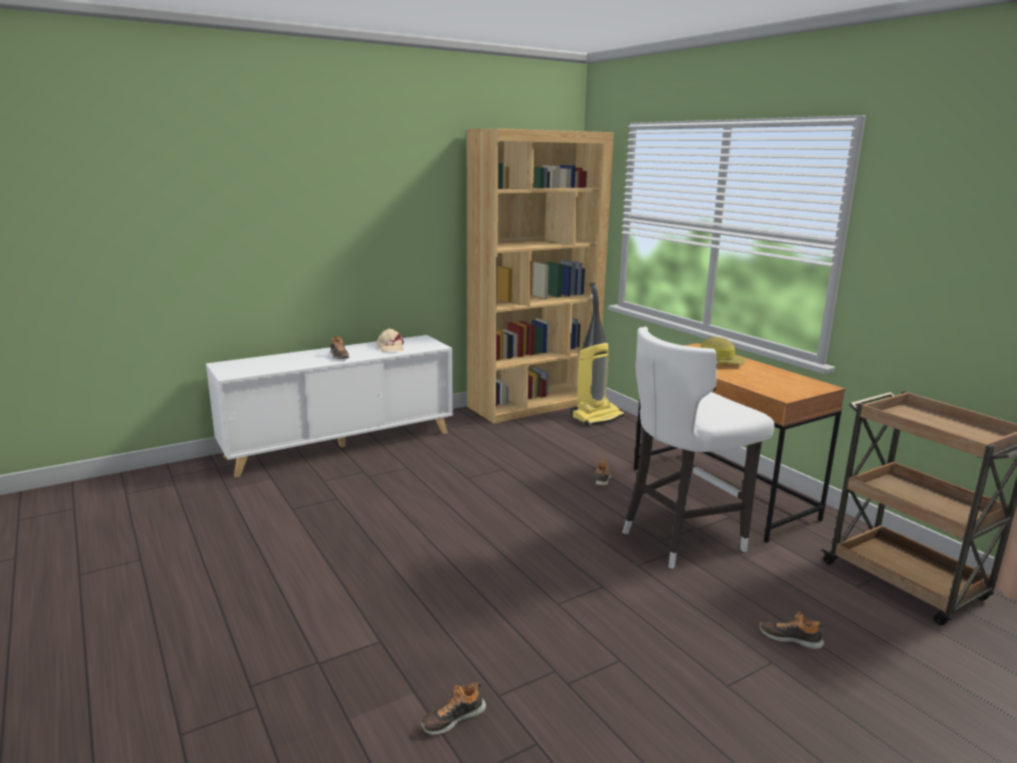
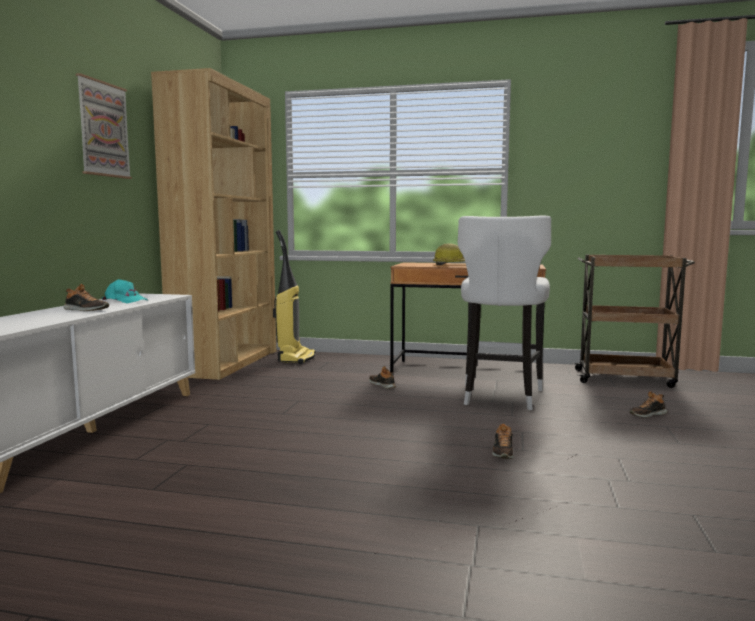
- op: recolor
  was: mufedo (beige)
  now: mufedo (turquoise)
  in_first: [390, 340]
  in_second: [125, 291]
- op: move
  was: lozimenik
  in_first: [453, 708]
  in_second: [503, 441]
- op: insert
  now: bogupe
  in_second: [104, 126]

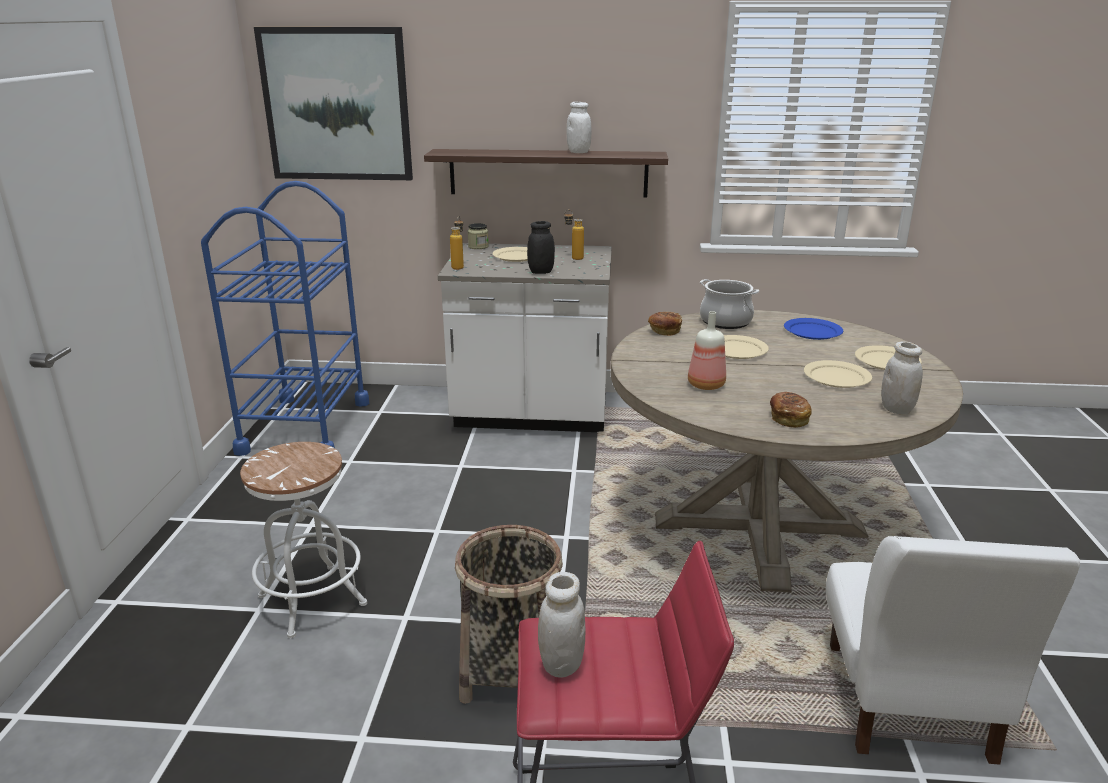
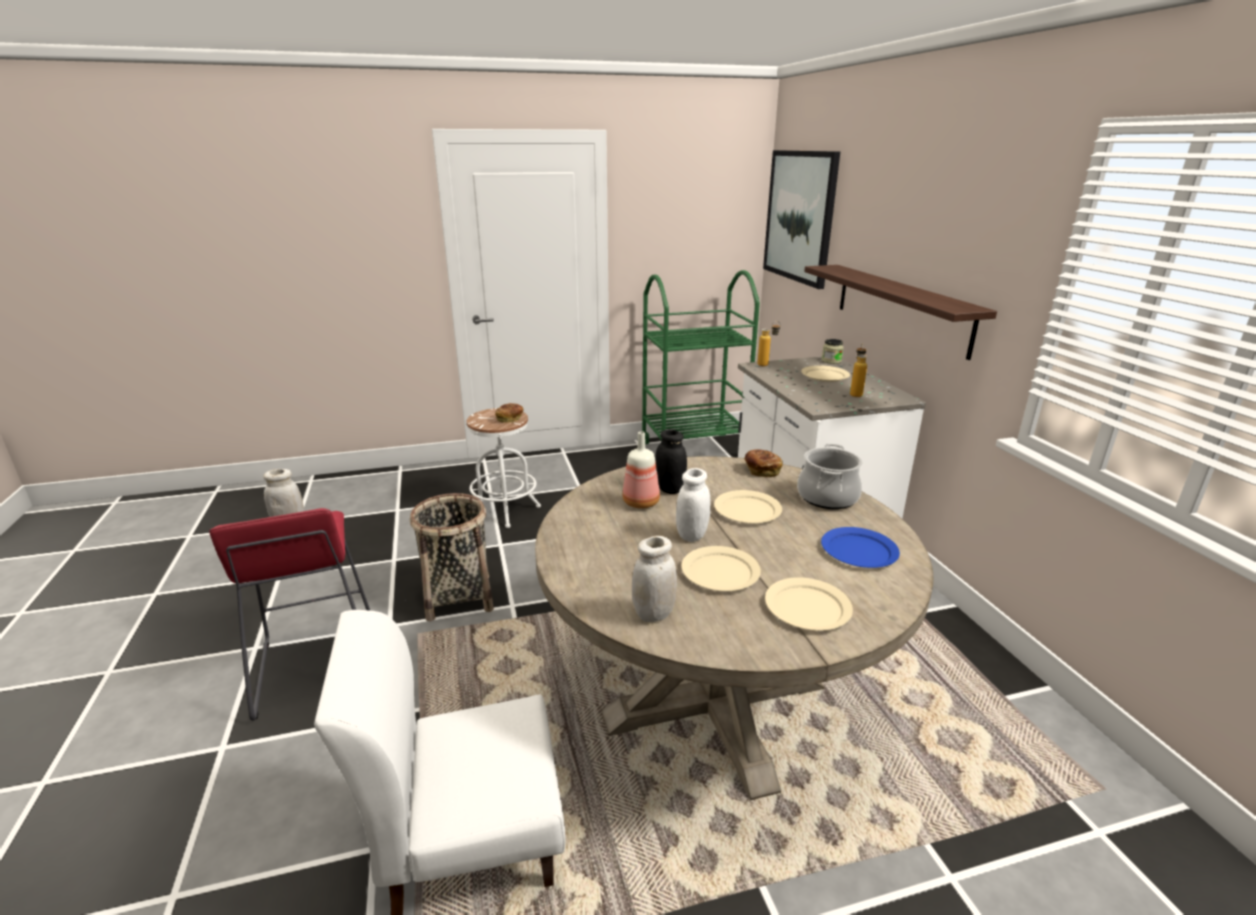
- op: move
  was: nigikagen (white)
  in_first: [579, 127]
  in_second: [693, 505]
- op: recolor
  was: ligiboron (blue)
  now: ligiboron (green)
  in_first: [285, 318]
  in_second: [701, 357]
- op: move
  was: nigikagen (black)
  in_first: [541, 247]
  in_second: [671, 461]
- op: move
  was: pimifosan
  in_first: [790, 410]
  in_second: [509, 413]

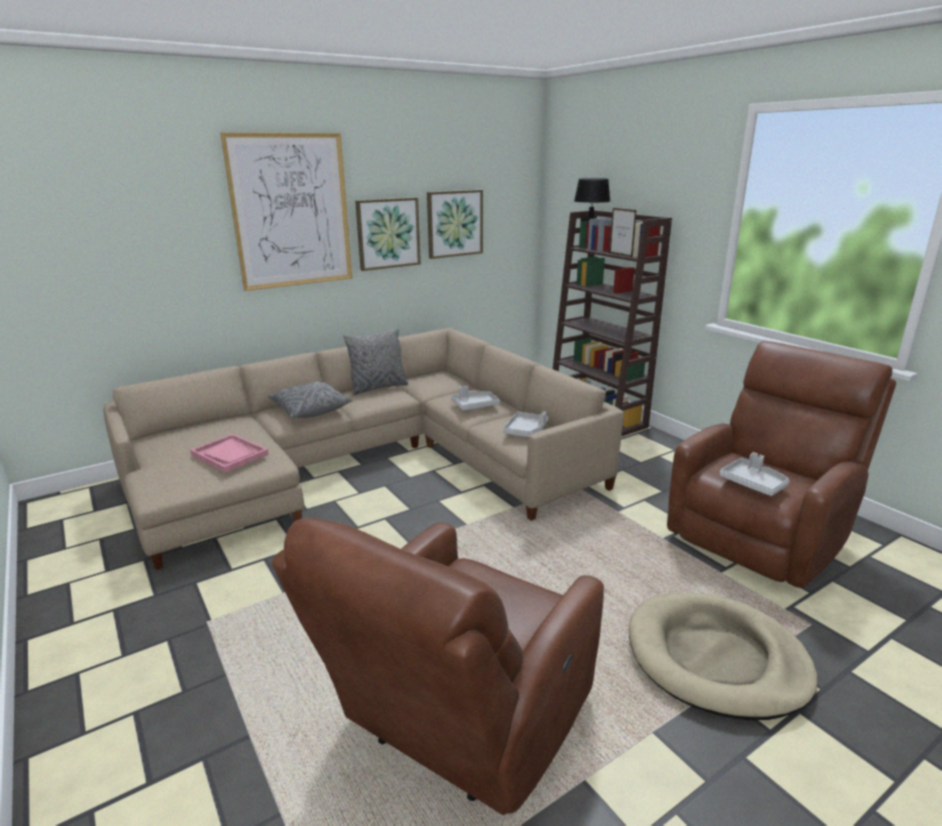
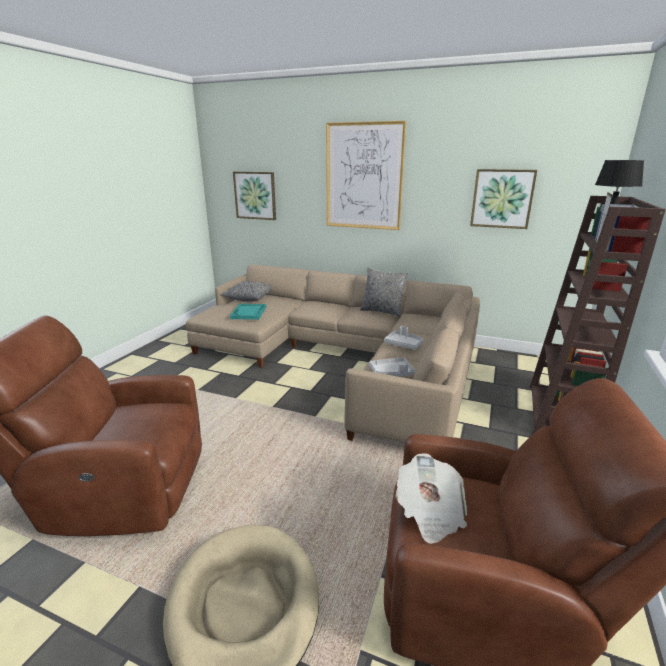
- op: move
  was: bogupe
  in_first: [388, 234]
  in_second: [254, 196]
- op: move
  was: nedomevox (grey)
  in_first: [309, 399]
  in_second: [246, 291]
- op: recolor
  was: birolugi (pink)
  now: birolugi (turquoise)
  in_first: [229, 453]
  in_second: [248, 312]
- op: replace
  was: birolugi (grey)
  now: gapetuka
  in_first: [754, 474]
  in_second: [431, 498]

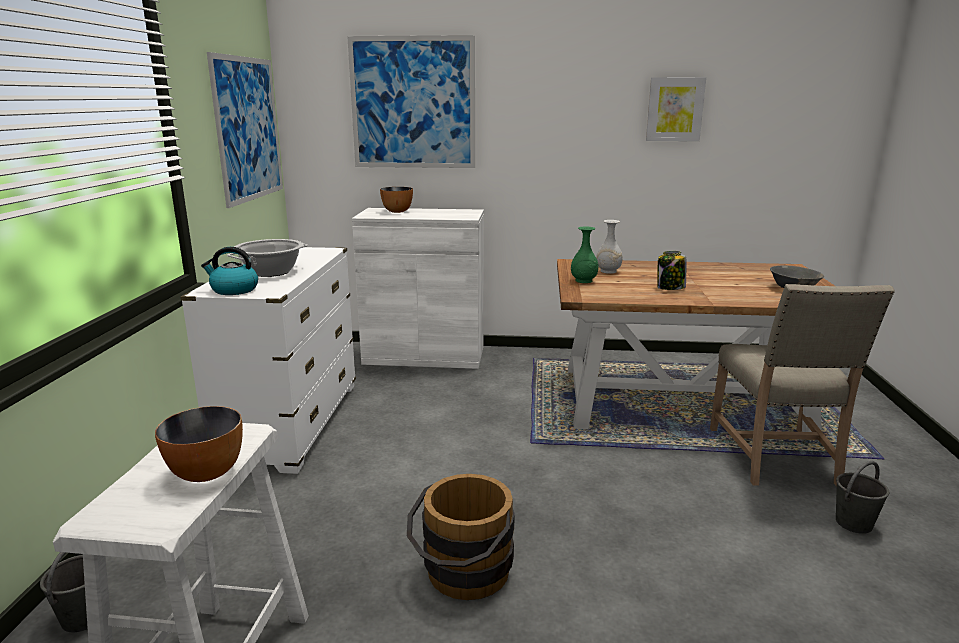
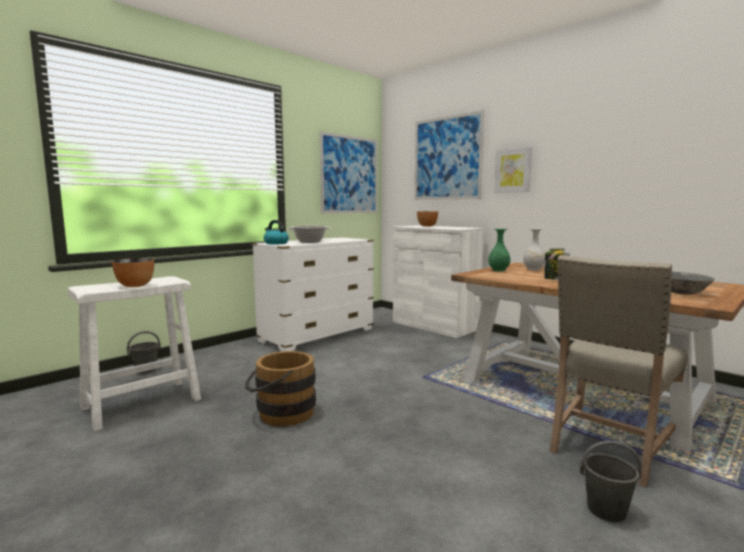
- op: move
  was: bogupe
  in_first: [676, 109]
  in_second: [513, 170]

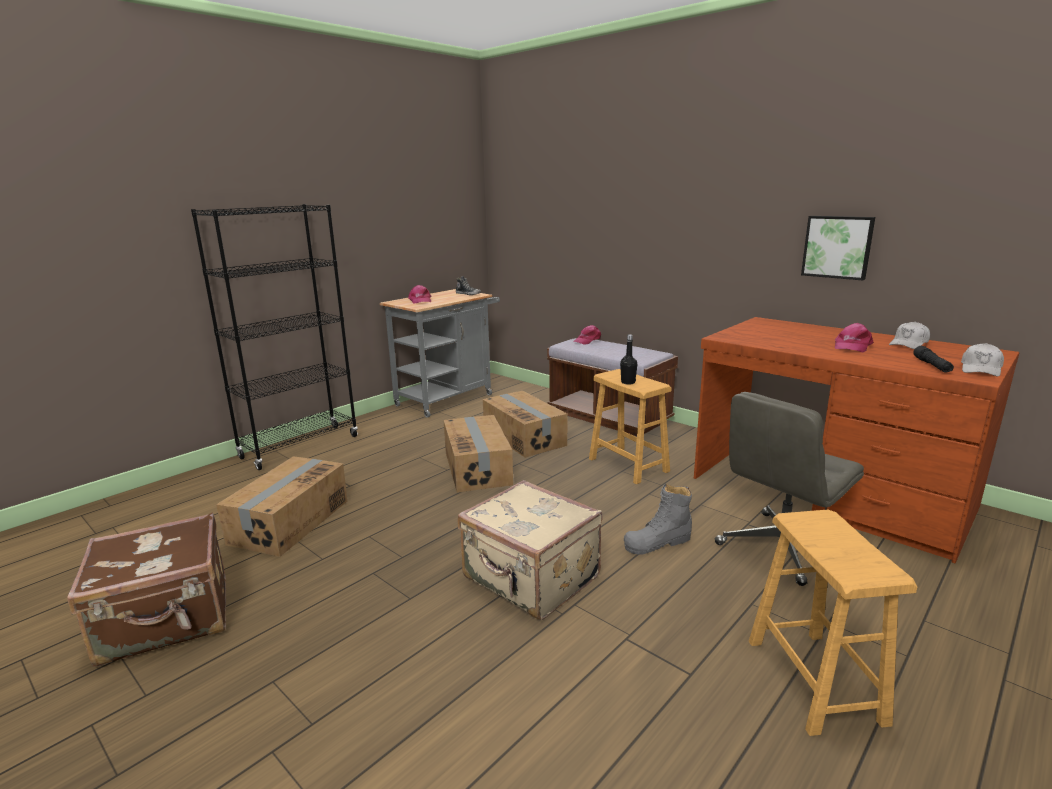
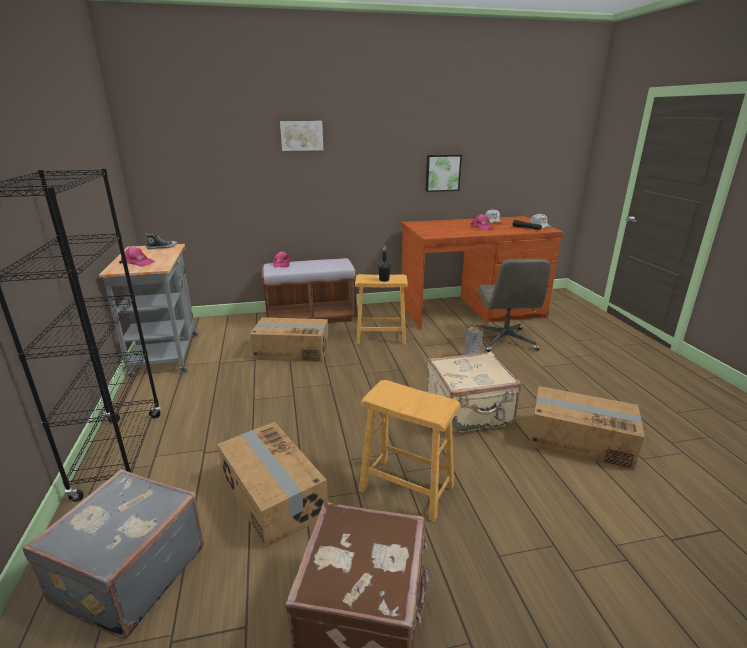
- op: move
  was: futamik
  in_first: [478, 454]
  in_second: [586, 428]
- op: move
  was: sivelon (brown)
  in_first: [833, 623]
  in_second: [410, 451]
- op: insert
  now: bogupe
  in_second: [301, 136]
- op: insert
  now: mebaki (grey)
  in_second: [113, 554]

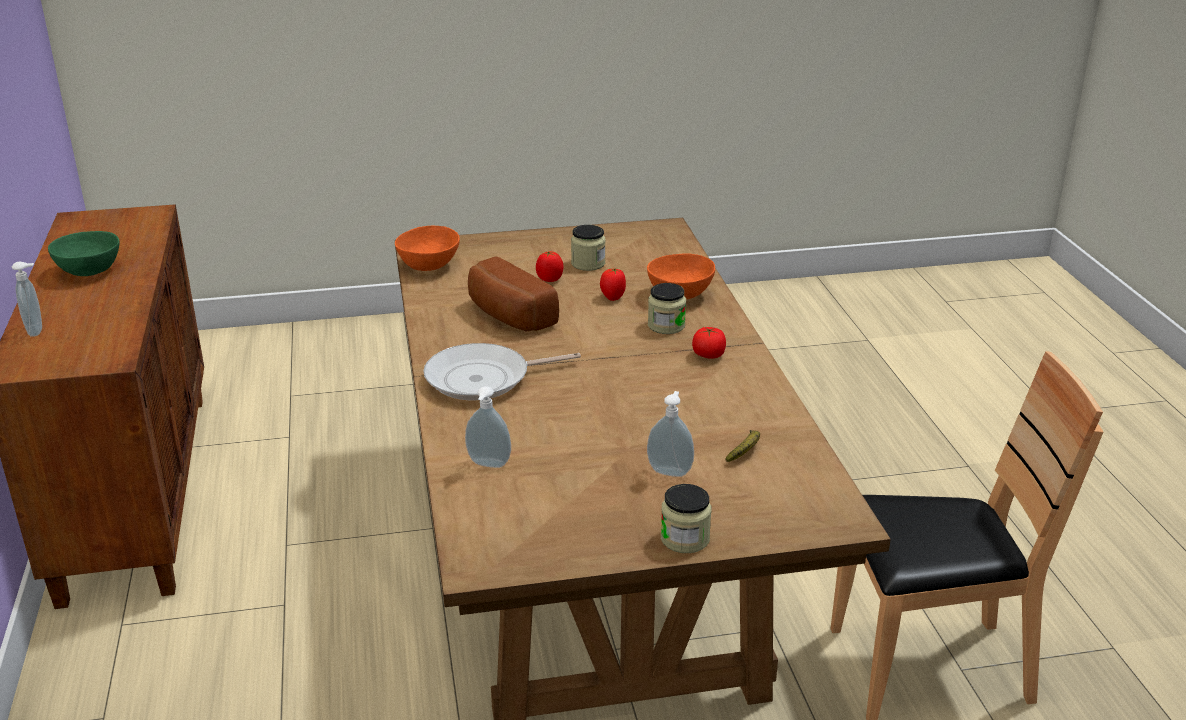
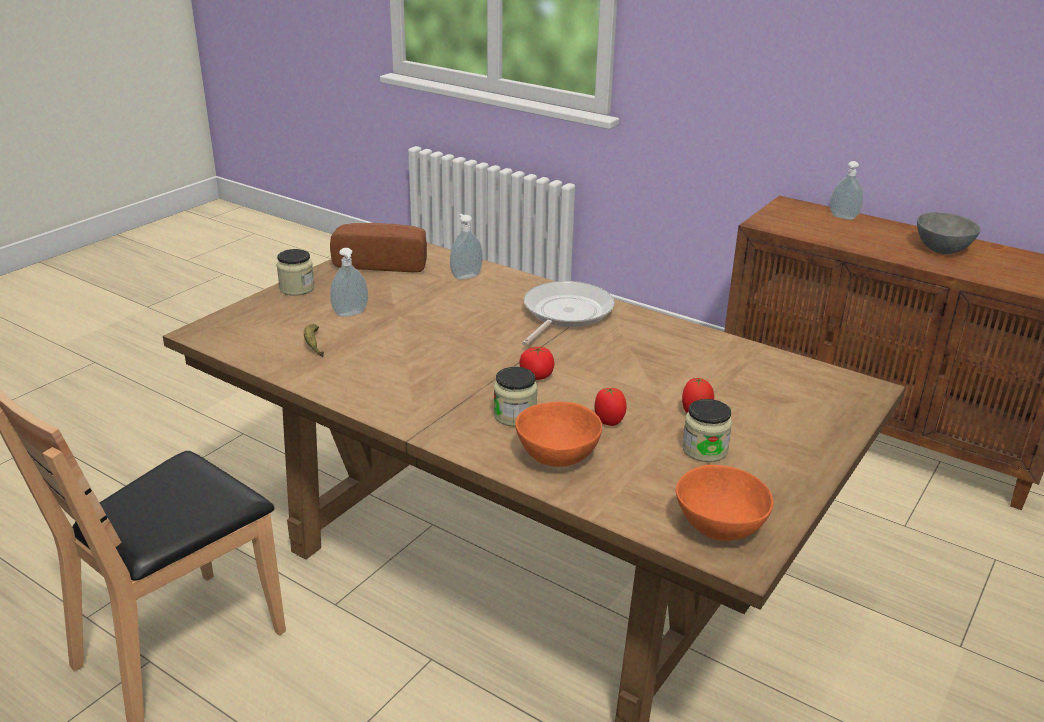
- op: move
  was: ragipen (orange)
  in_first: [427, 248]
  in_second: [725, 503]
- op: recolor
  was: ragipen (green)
  now: ragipen (grey)
  in_first: [84, 253]
  in_second: [949, 233]
- op: move
  was: pimifosan
  in_first: [513, 293]
  in_second: [378, 247]
- op: move
  was: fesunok
  in_first: [709, 343]
  in_second: [537, 363]

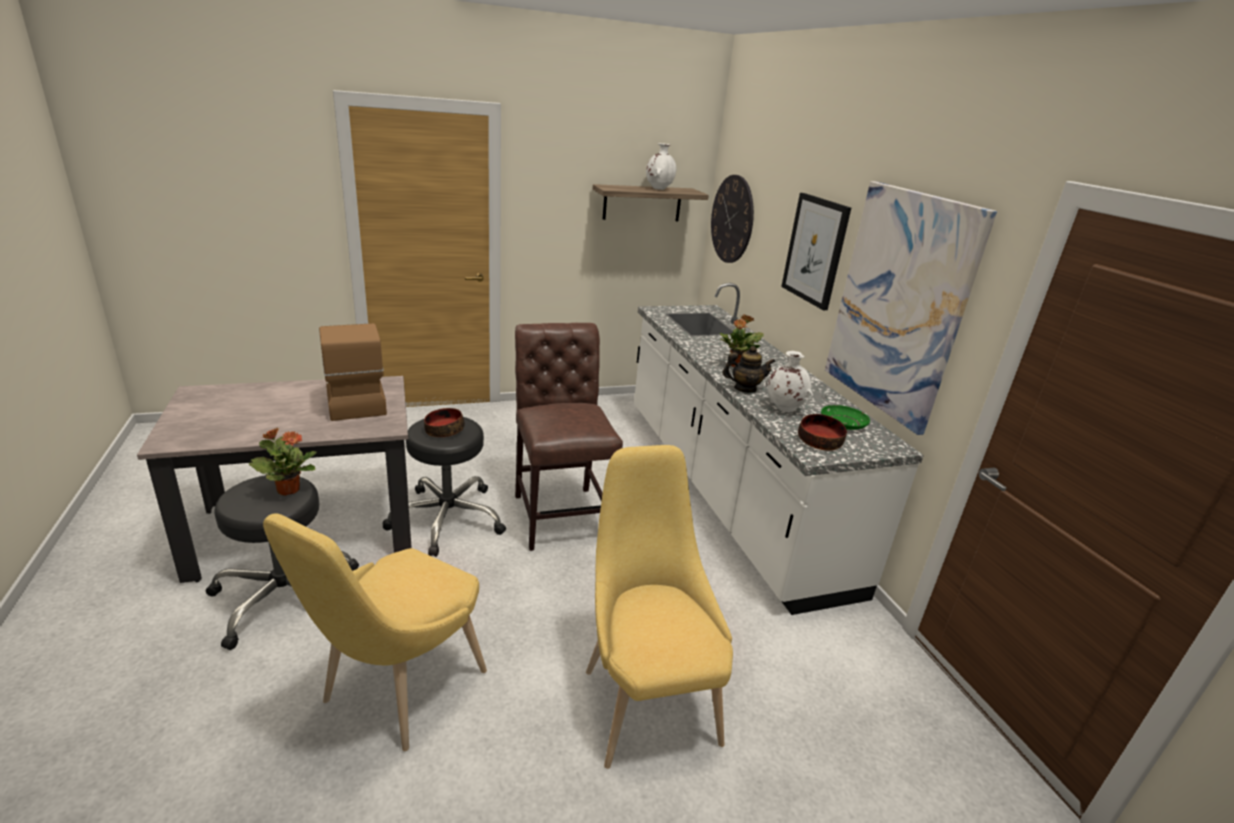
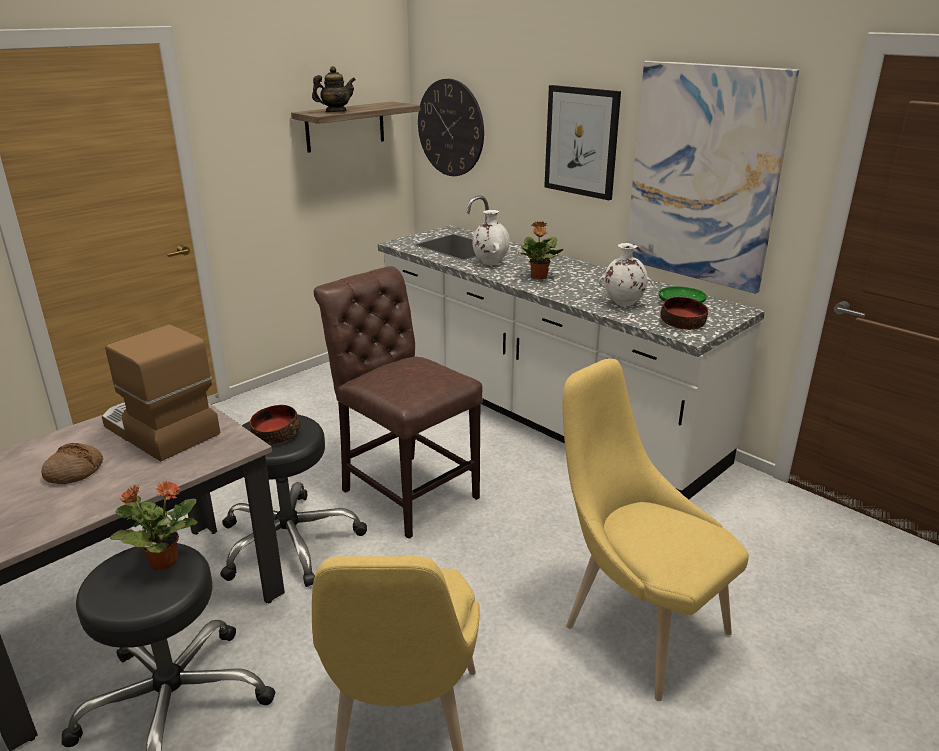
- op: move
  was: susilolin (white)
  in_first: [661, 166]
  in_second: [491, 237]
- op: move
  was: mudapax
  in_first: [749, 369]
  in_second: [334, 89]
- op: insert
  now: pimifosan
  in_second: [72, 463]

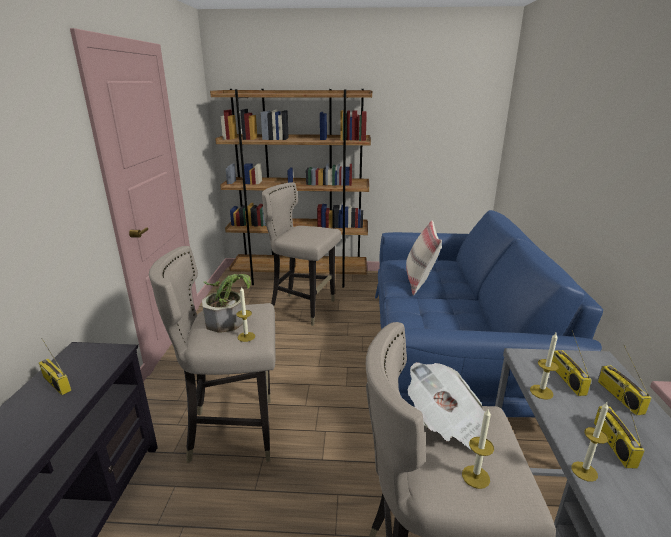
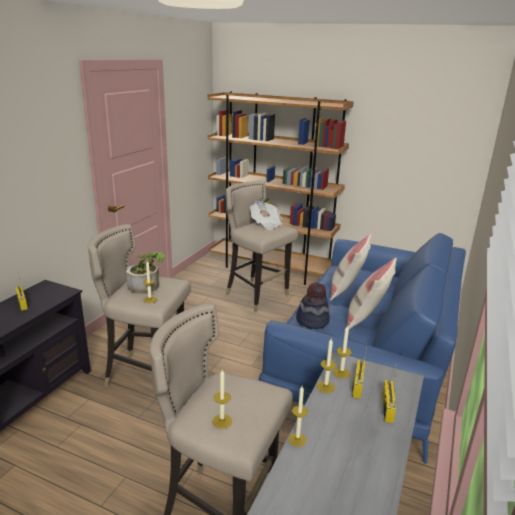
- op: move
  was: gapetuka
  in_first: [446, 407]
  in_second: [266, 215]
- op: delete
  was: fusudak
  in_first: [619, 427]
- op: insert
  now: nedomevox (beige)
  in_second: [371, 293]
- op: insert
  now: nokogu
  in_second: [313, 305]
- op: insert
  now: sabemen
  in_second: [342, 352]

